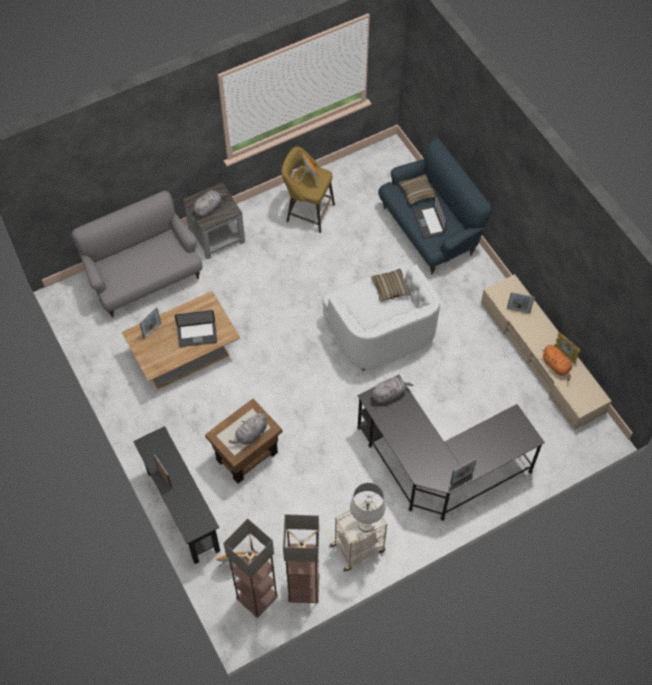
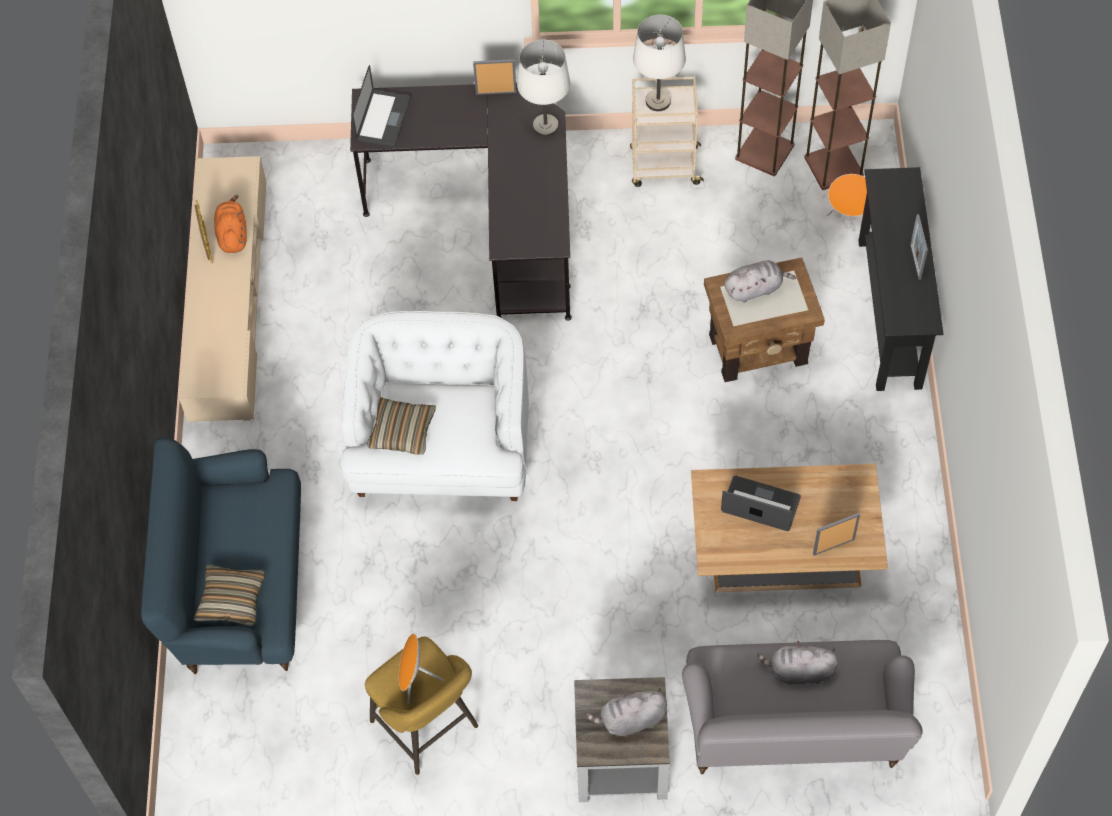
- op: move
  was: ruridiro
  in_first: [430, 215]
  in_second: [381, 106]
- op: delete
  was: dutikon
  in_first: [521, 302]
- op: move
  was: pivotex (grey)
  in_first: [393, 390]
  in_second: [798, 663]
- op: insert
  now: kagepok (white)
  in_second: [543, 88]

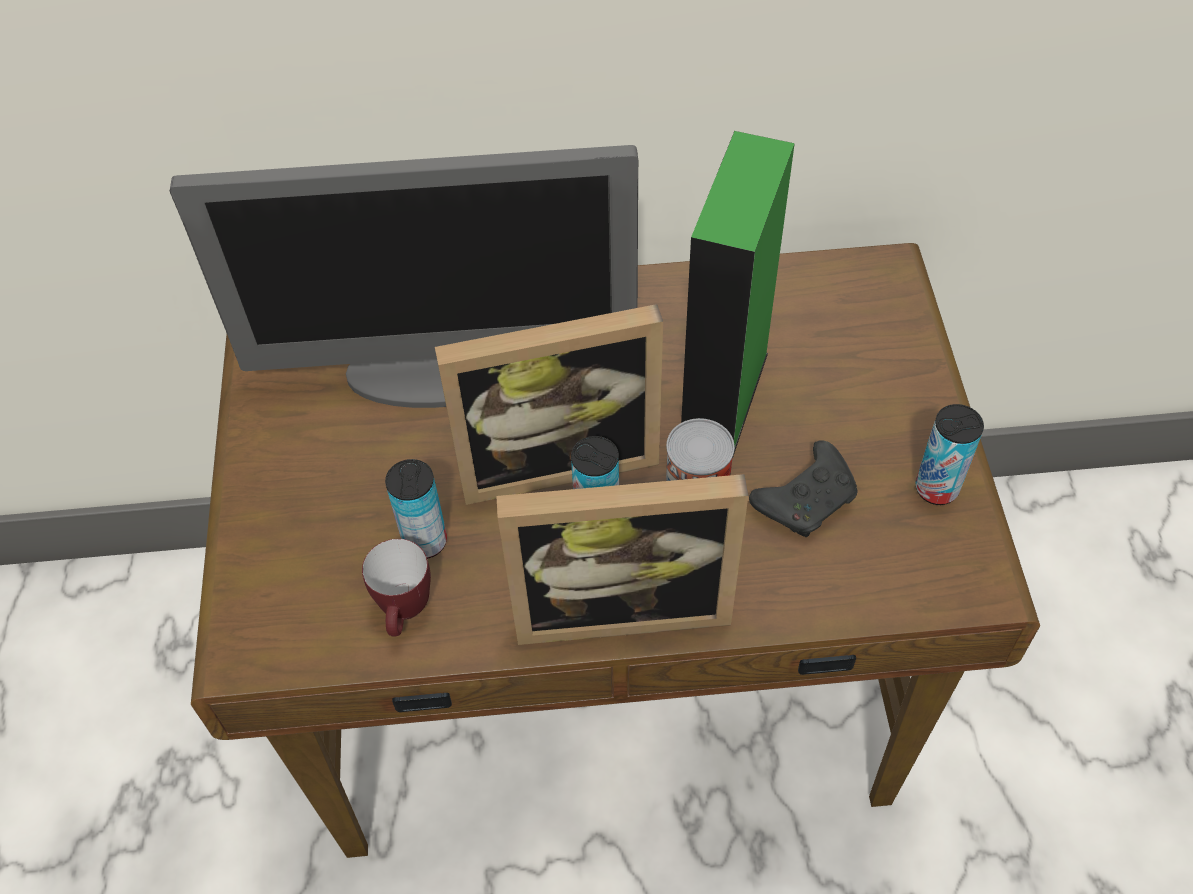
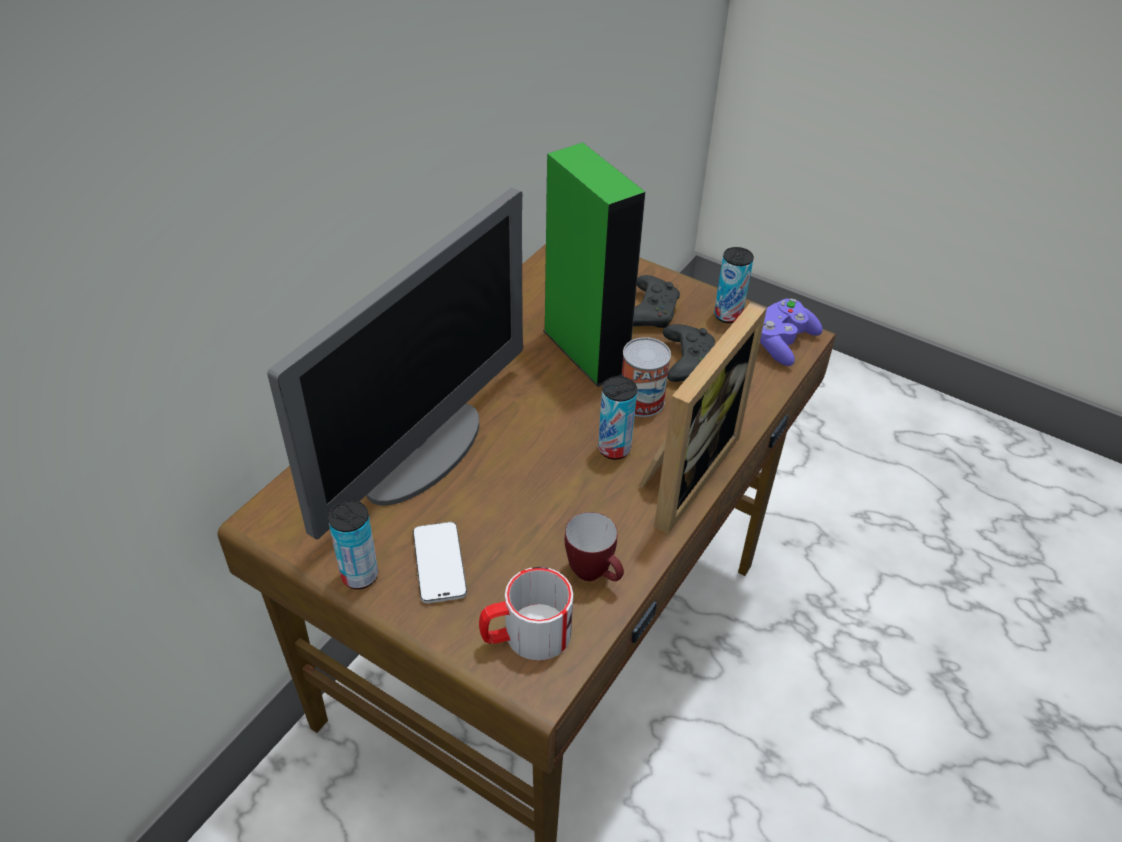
- op: delete
  was: dutikon
  in_first: [549, 404]
- op: move
  was: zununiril
  in_first: [416, 509]
  in_second: [353, 544]
- op: insert
  now: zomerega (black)
  in_second: [656, 301]
- op: insert
  now: zomerega (purple)
  in_second: [791, 332]
- op: insert
  now: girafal
  in_second: [440, 562]
- op: insert
  now: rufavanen
  in_second: [526, 614]

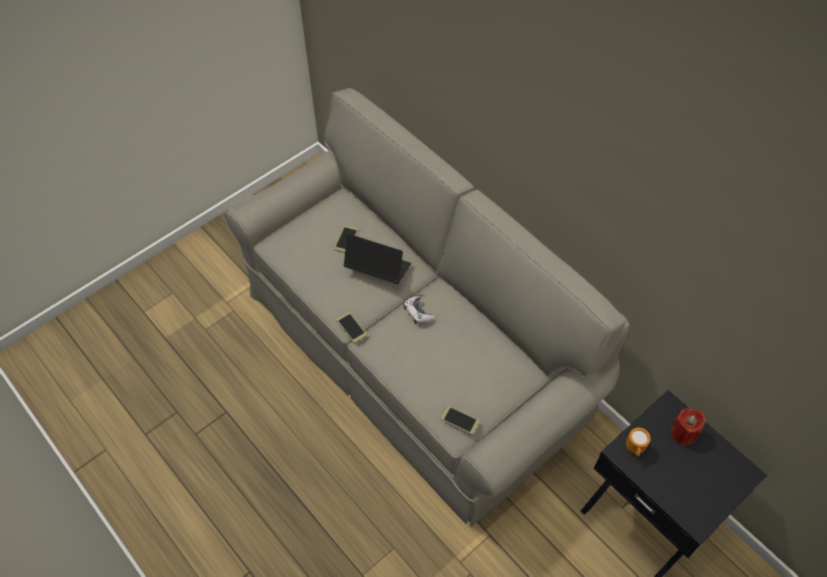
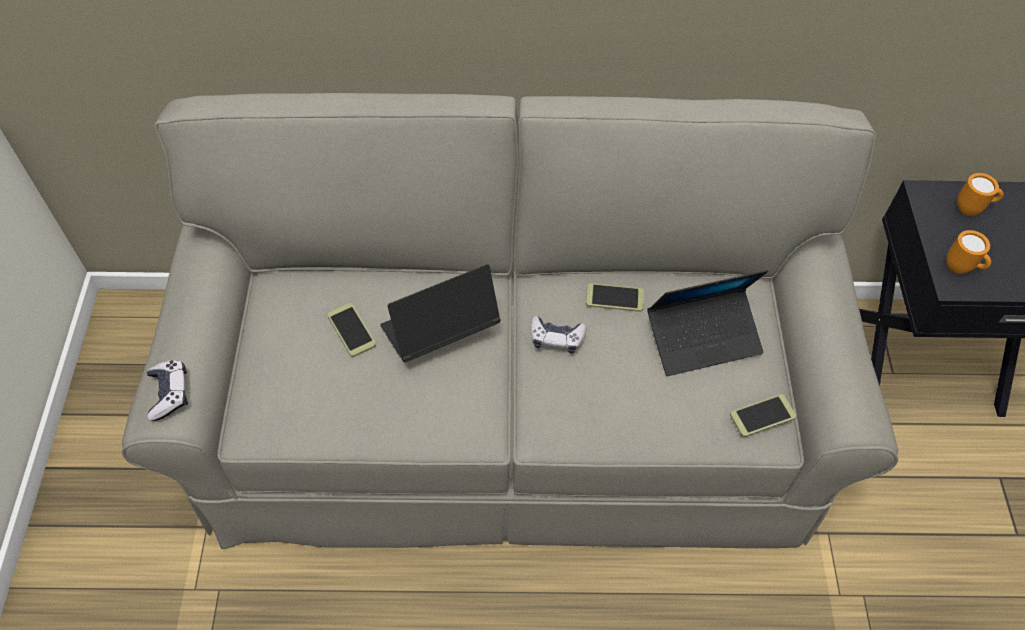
- op: move
  was: girafal
  in_first: [351, 327]
  in_second: [615, 297]
- op: replace
  was: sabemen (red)
  now: rufavanen (orange)
  in_first: [688, 427]
  in_second: [980, 194]
- op: insert
  now: ruridiro
  in_second: [708, 323]
- op: insert
  now: zomerega
  in_second: [167, 390]

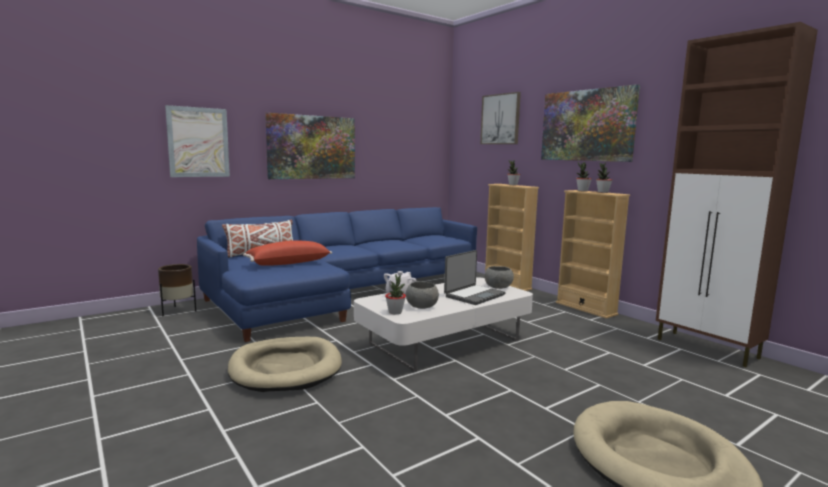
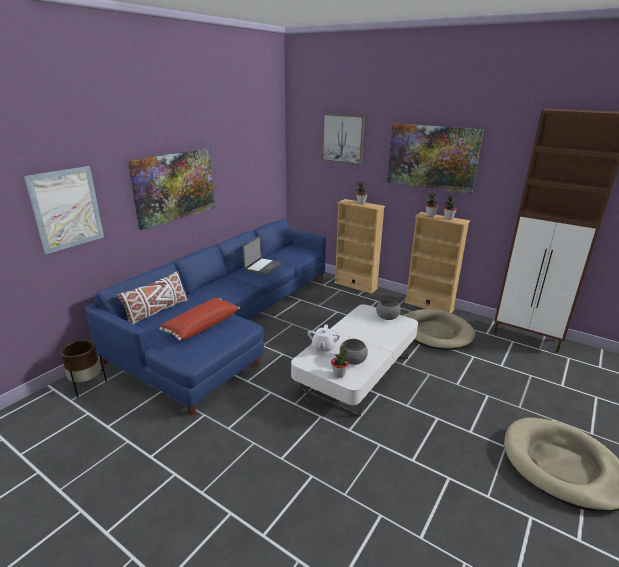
- op: move
  was: ruridiro
  in_first: [475, 277]
  in_second: [262, 256]
- op: move
  was: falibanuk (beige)
  in_first: [285, 364]
  in_second: [439, 329]

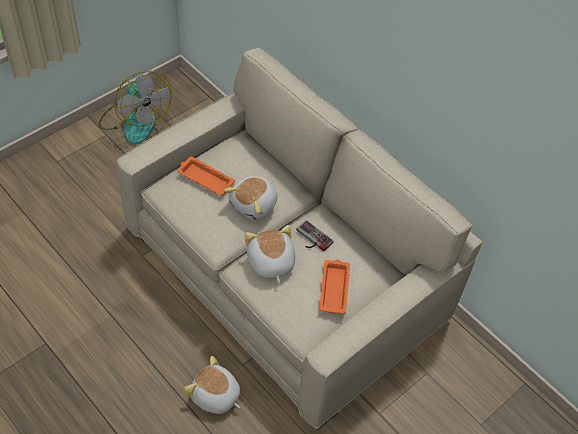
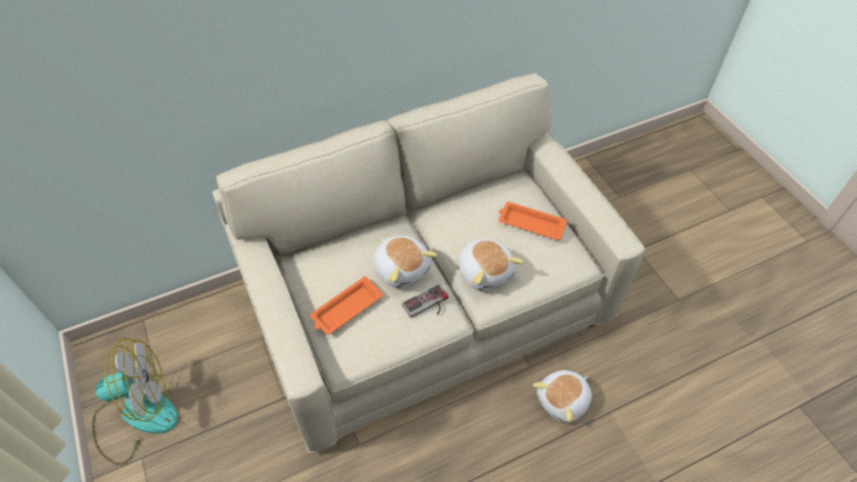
- op: move
  was: zomerega
  in_first: [315, 235]
  in_second: [425, 301]
- op: rotate
  was: pivotex
  in_first: [269, 254]
  in_second: [491, 265]
  clockwise: -120

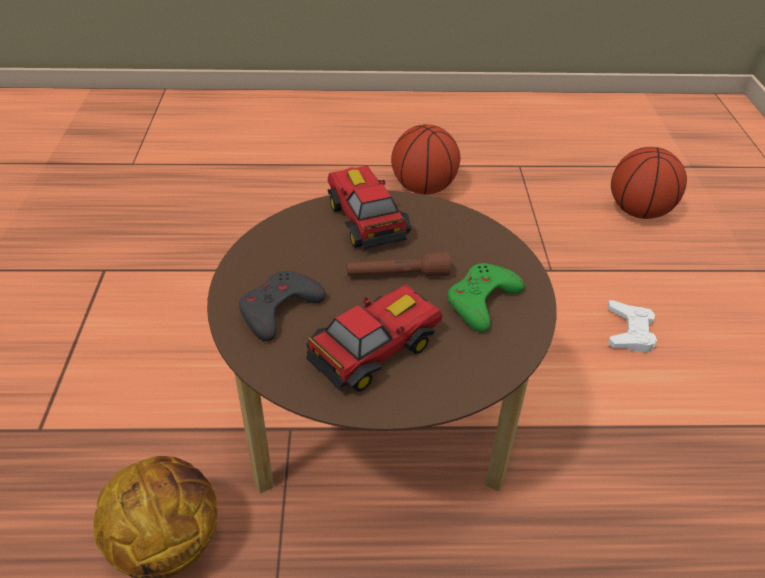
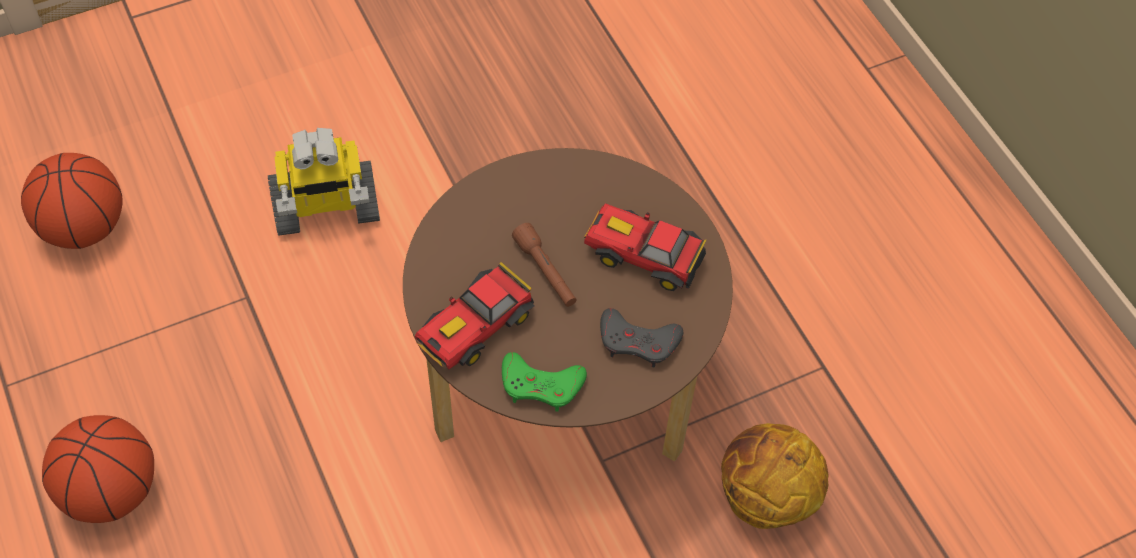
- op: move
  was: zomerega (green)
  in_first: [486, 297]
  in_second: [544, 381]
- op: replace
  was: zomerega (white)
  now: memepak
  in_first: [632, 326]
  in_second: [324, 182]

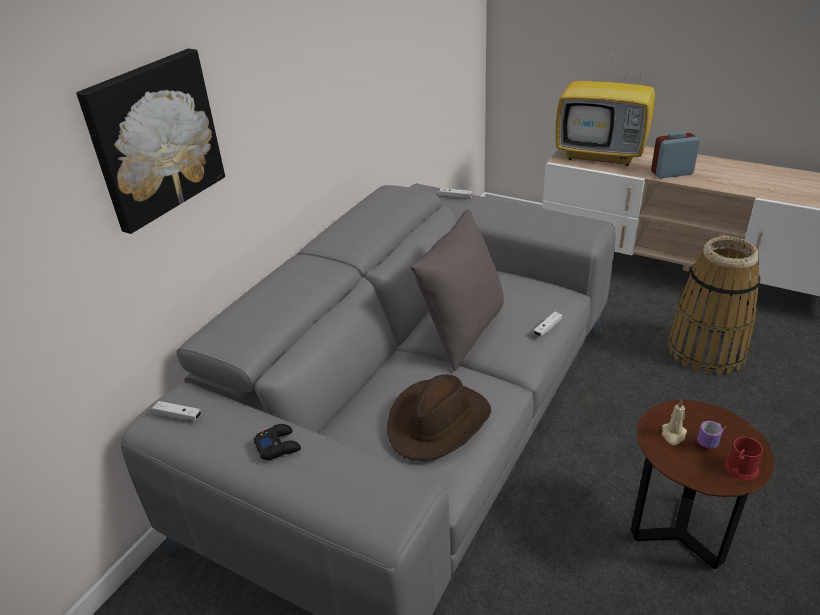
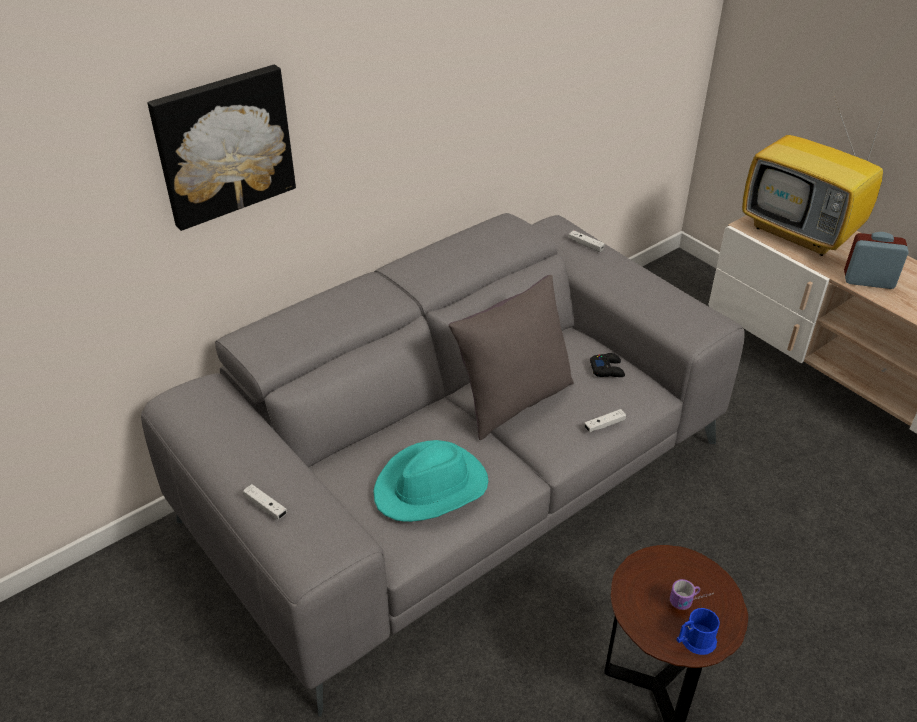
- op: delete
  was: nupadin
  in_first: [714, 305]
- op: recolor
  was: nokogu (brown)
  now: nokogu (turquoise)
  in_first: [439, 417]
  in_second: [430, 481]
- op: delete
  was: sabemen (beige)
  in_first: [674, 422]
- op: move
  was: zomerega (white)
  in_first: [176, 411]
  in_second: [265, 502]
- op: move
  was: zomerega (black)
  in_first: [277, 442]
  in_second: [607, 365]
- op: recolor
  was: rufavanen (red)
  now: rufavanen (blue)
  in_first: [743, 458]
  in_second: [698, 631]

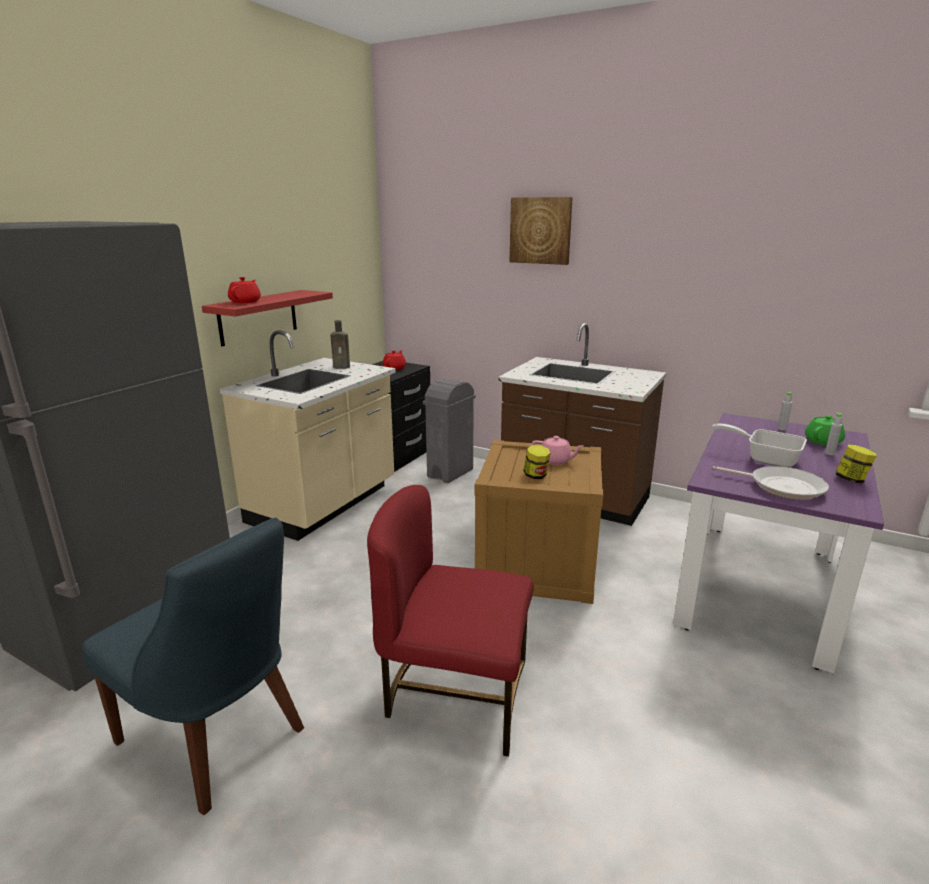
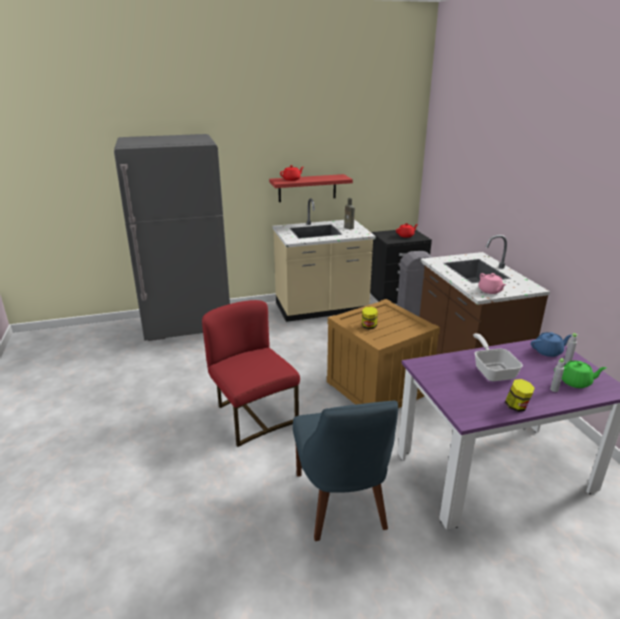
- op: delete
  was: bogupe
  in_first: [541, 231]
- op: move
  was: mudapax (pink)
  in_first: [558, 450]
  in_second: [492, 283]
- op: delete
  was: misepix
  in_first: [771, 483]
- op: move
  was: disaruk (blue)
  in_first: [193, 666]
  in_second: [345, 471]
- op: insert
  now: mudapax (blue)
  in_second: [551, 344]

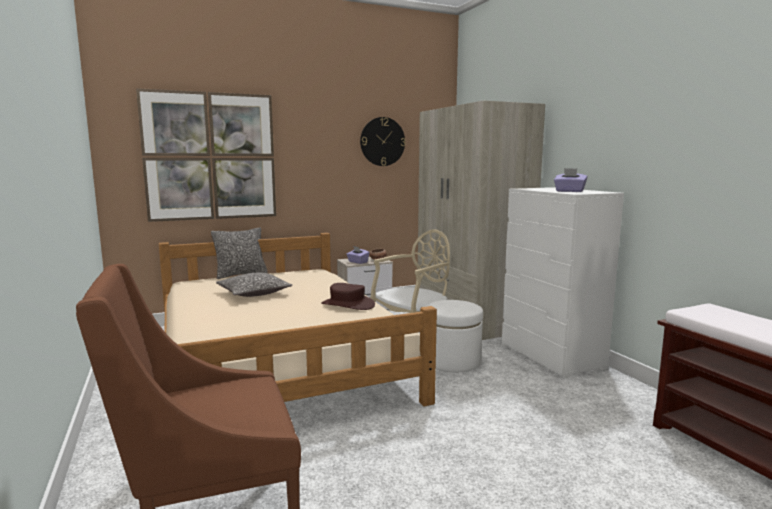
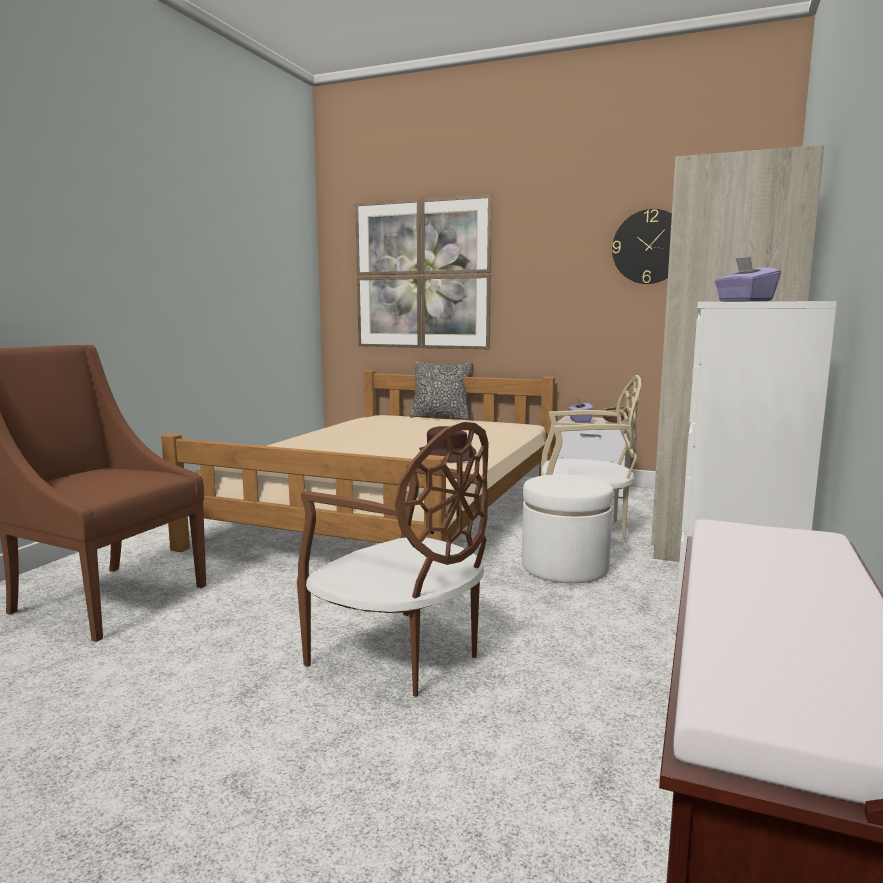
- op: delete
  was: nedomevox
  in_first: [254, 285]
- op: insert
  now: disaruk (brown)
  in_second: [393, 559]

